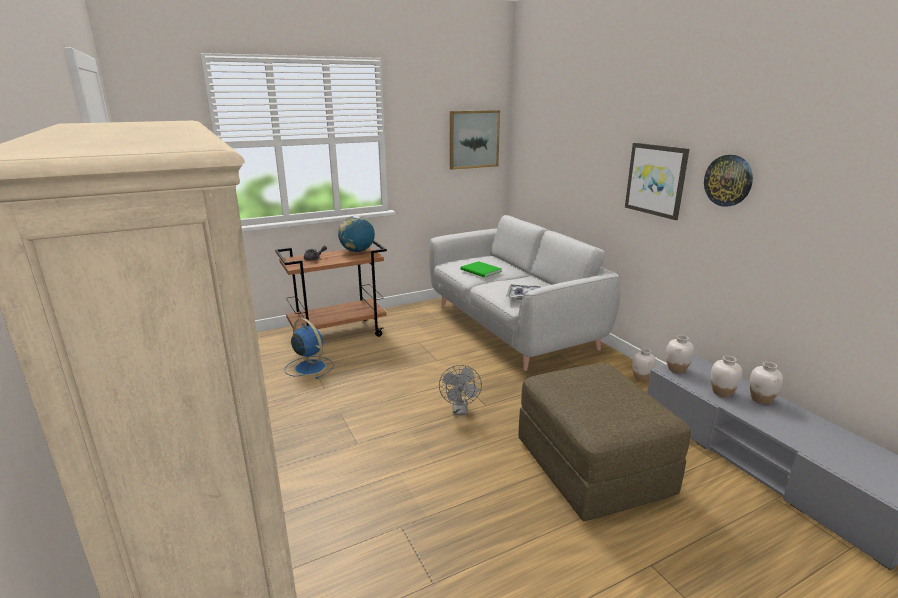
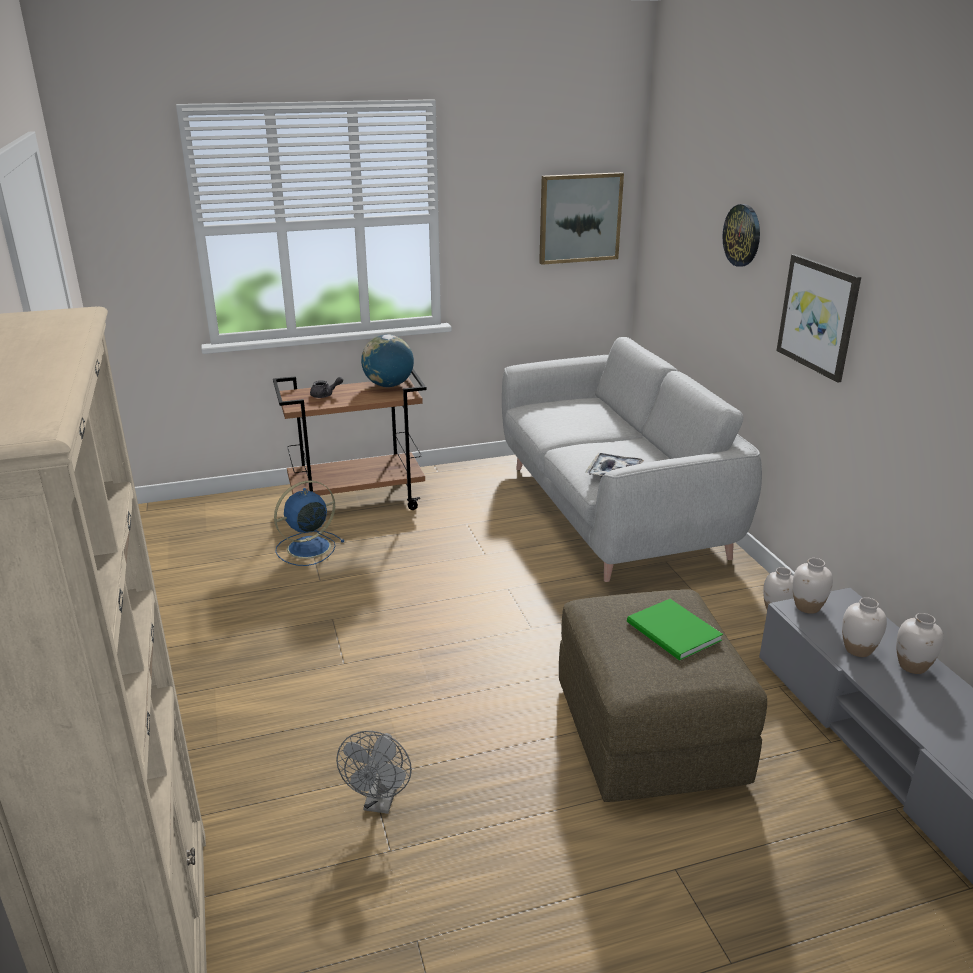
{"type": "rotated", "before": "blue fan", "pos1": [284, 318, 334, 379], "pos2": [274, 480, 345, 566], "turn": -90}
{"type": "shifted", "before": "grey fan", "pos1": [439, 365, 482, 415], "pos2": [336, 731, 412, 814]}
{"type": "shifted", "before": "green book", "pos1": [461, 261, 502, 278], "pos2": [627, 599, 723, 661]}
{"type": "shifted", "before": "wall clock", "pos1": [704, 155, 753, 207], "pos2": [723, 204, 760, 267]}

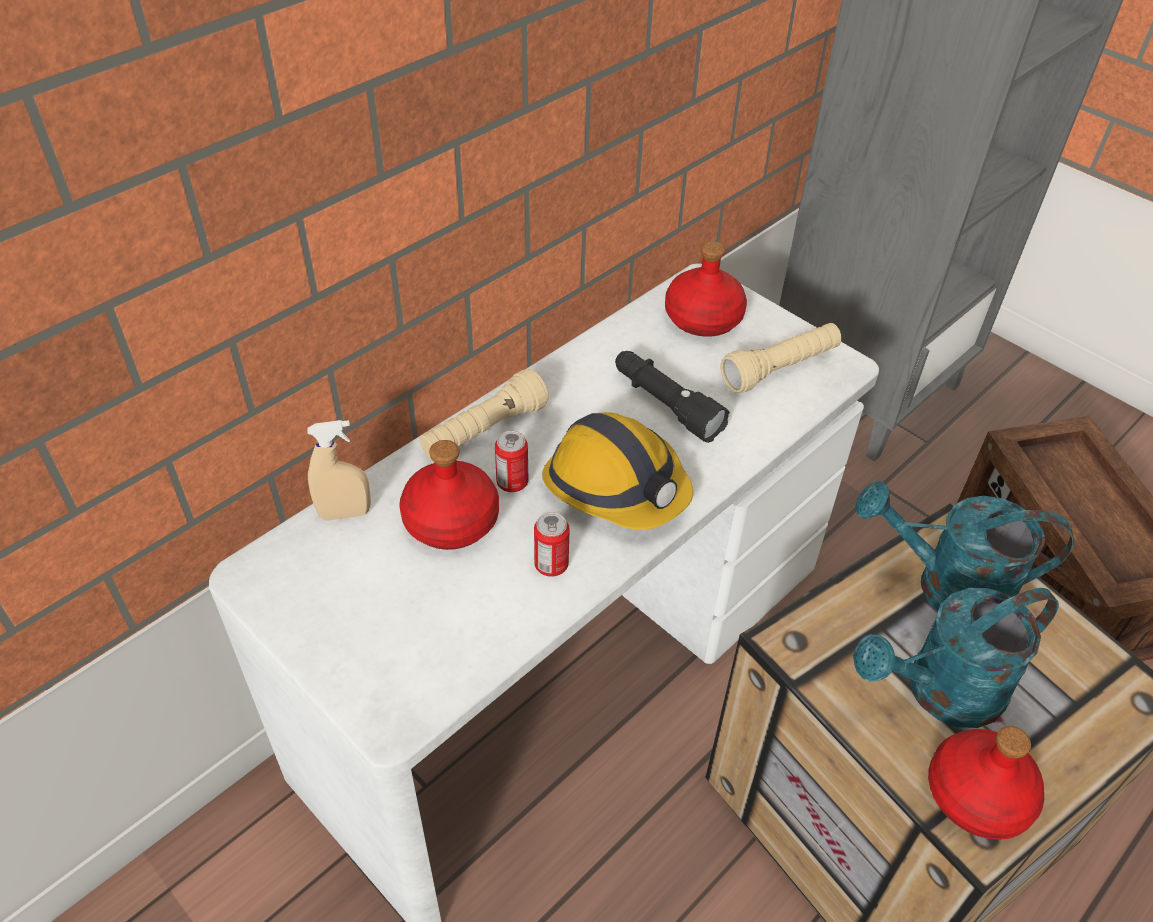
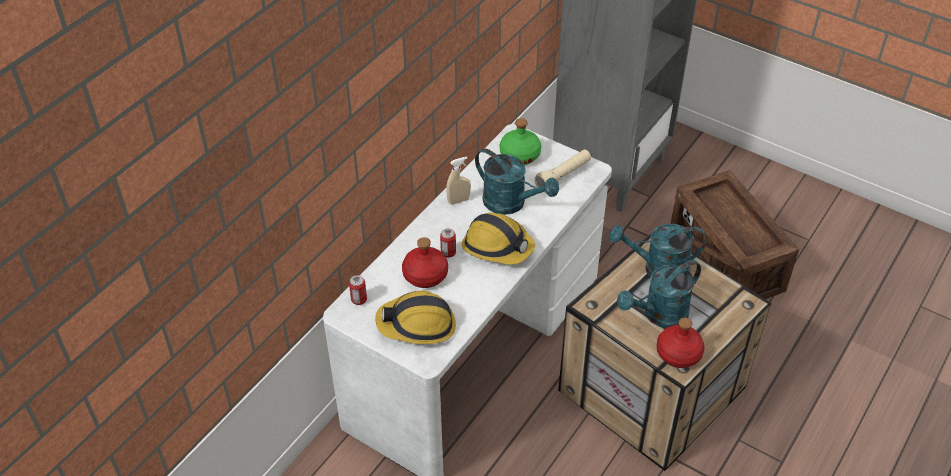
{"type": "shifted", "before": "beige spray bottle", "pos1": [307, 420, 371, 521], "pos2": [446, 157, 471, 205]}
{"type": "gone", "before": "beige flashlight", "pos1": [420, 369, 549, 459]}
{"type": "shifted", "before": "can", "pos1": [534, 512, 570, 577], "pos2": [349, 275, 367, 305]}
{"type": "swapped", "before": "black flashlight", "after": "turquoise watering can", "pos1": [615, 351, 730, 443], "pos2": [475, 149, 559, 215]}
{"type": "repainted", "before": "red bottle", "after": "green bottle", "pos1": [665, 241, 747, 337], "pos2": [500, 118, 541, 165]}
{"type": "new", "after": "hard hat", "pos2": [375, 291, 456, 344]}

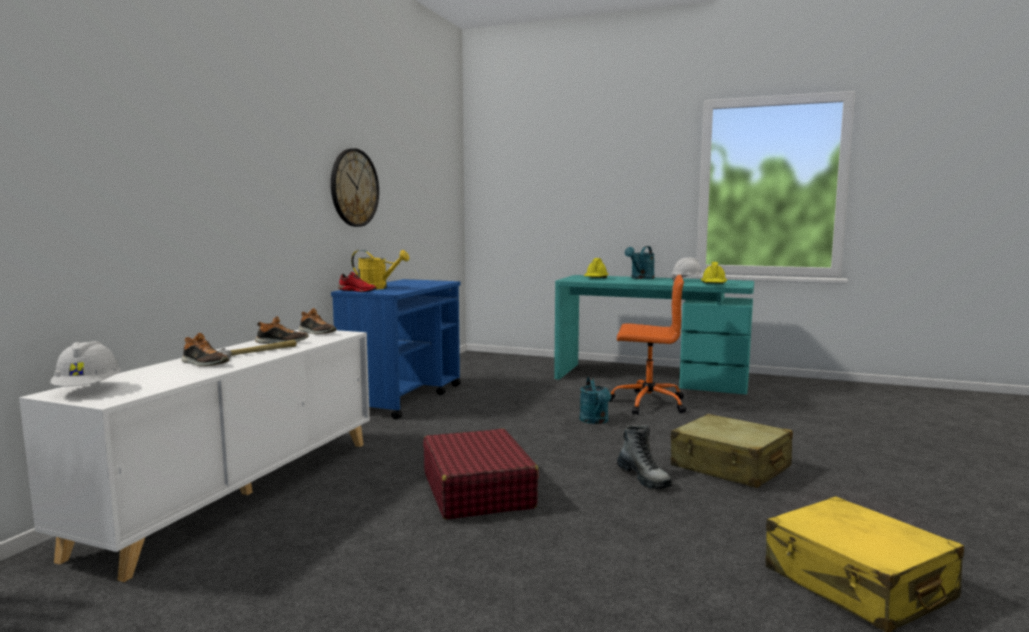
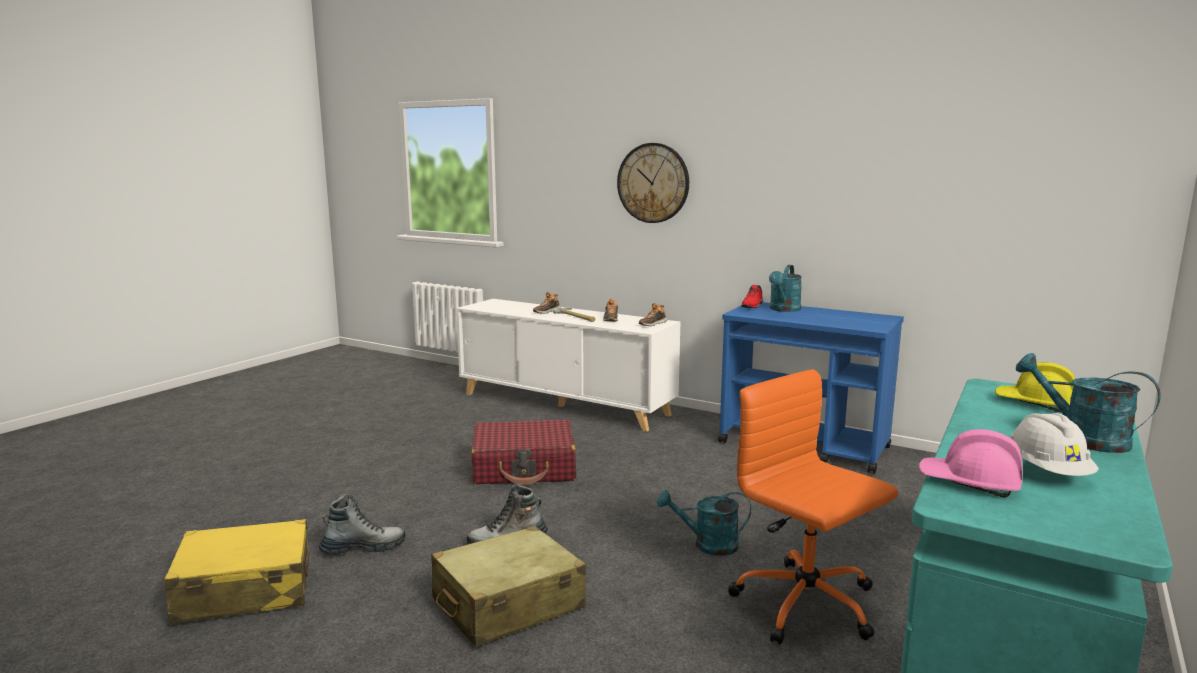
{"type": "gone", "before": "white hard hat", "pos1": [50, 341, 121, 386]}
{"type": "shifted", "before": "wall clock", "pos1": [331, 148, 379, 227], "pos2": [617, 143, 689, 223]}
{"type": "repainted", "before": "yellow watering can", "after": "turquoise watering can", "pos1": [351, 250, 410, 289], "pos2": [769, 265, 802, 312]}
{"type": "rotated", "before": "orange office chair", "pos1": [609, 275, 686, 415], "pos2": [728, 369, 898, 644], "turn": 120}
{"type": "repainted", "before": "yellow hard hat", "after": "pink hard hat", "pos1": [701, 262, 727, 284], "pos2": [919, 429, 1023, 498]}
{"type": "new", "after": "boot", "pos2": [319, 494, 406, 555]}

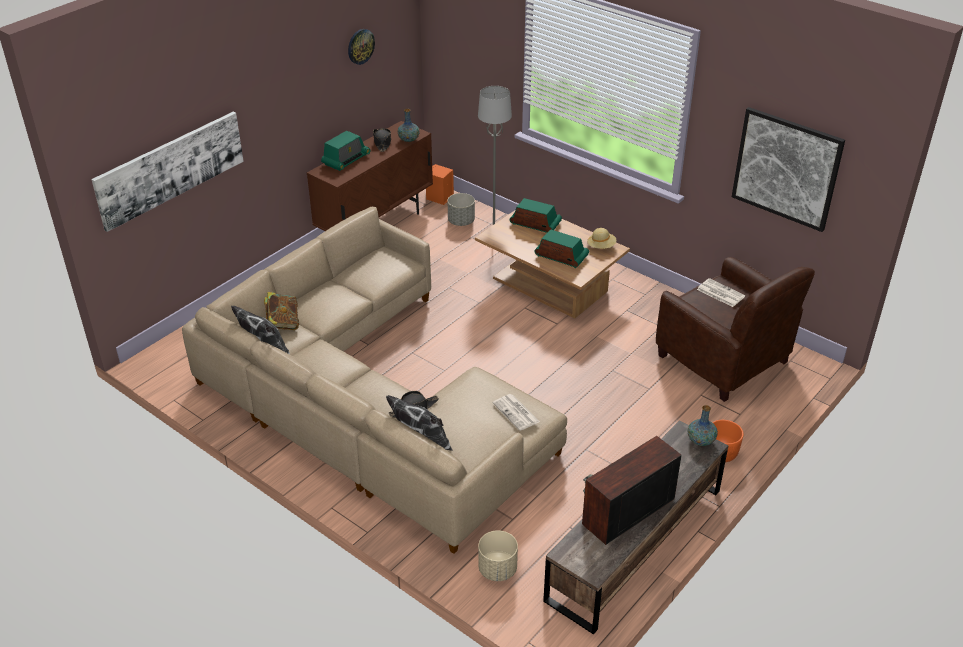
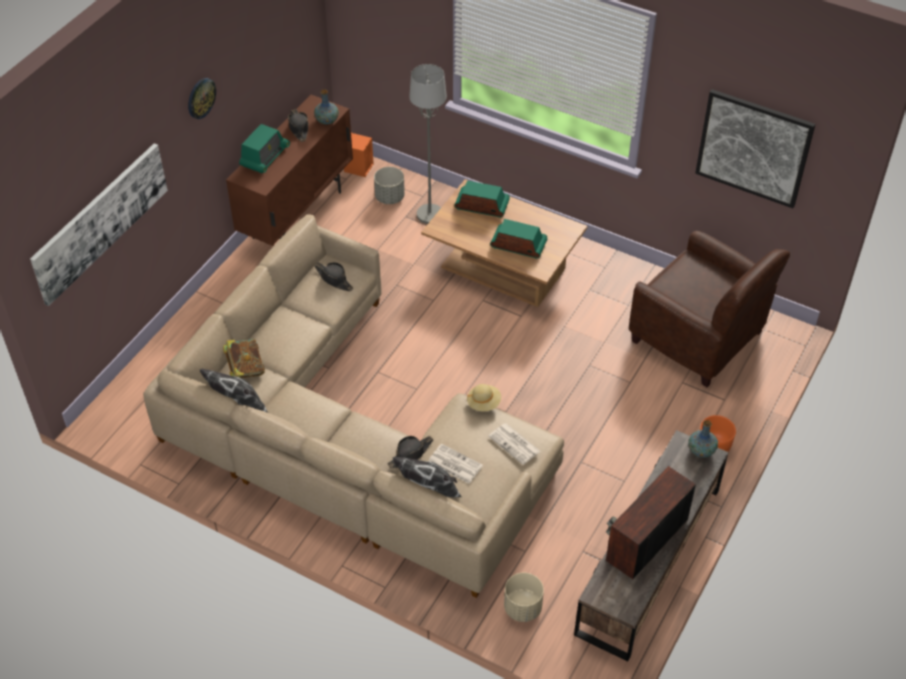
{"type": "shifted", "before": "wall clock", "pos1": [348, 29, 375, 65], "pos2": [188, 78, 216, 119]}
{"type": "shifted", "before": "beige hat", "pos1": [587, 228, 616, 249], "pos2": [467, 384, 501, 411]}
{"type": "shifted", "before": "newspaper", "pos1": [697, 278, 745, 307], "pos2": [428, 444, 483, 484]}
{"type": "new", "after": "black hat", "pos2": [314, 262, 353, 291]}

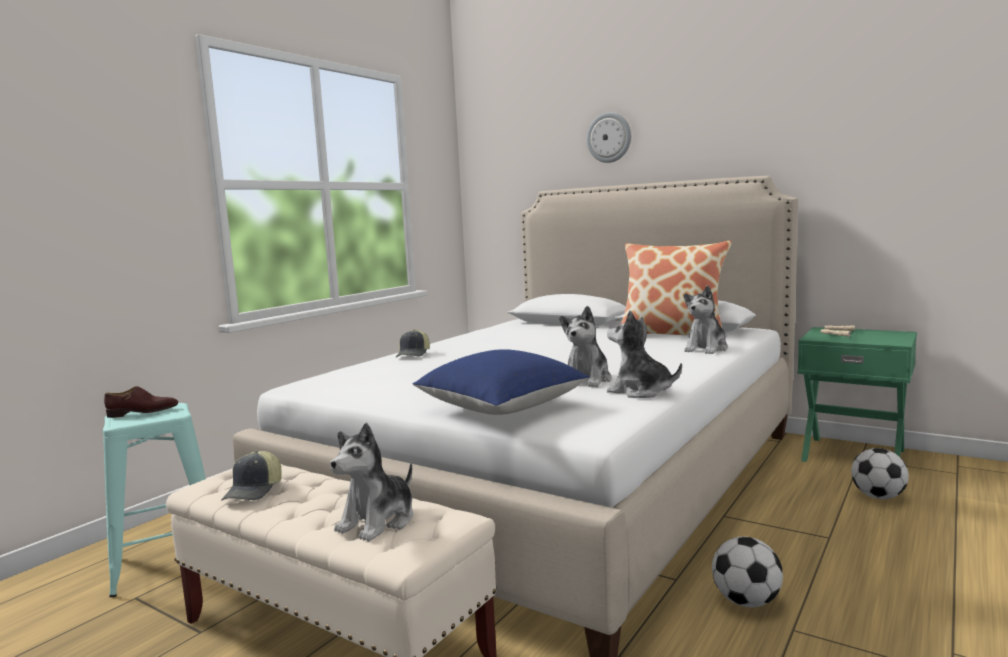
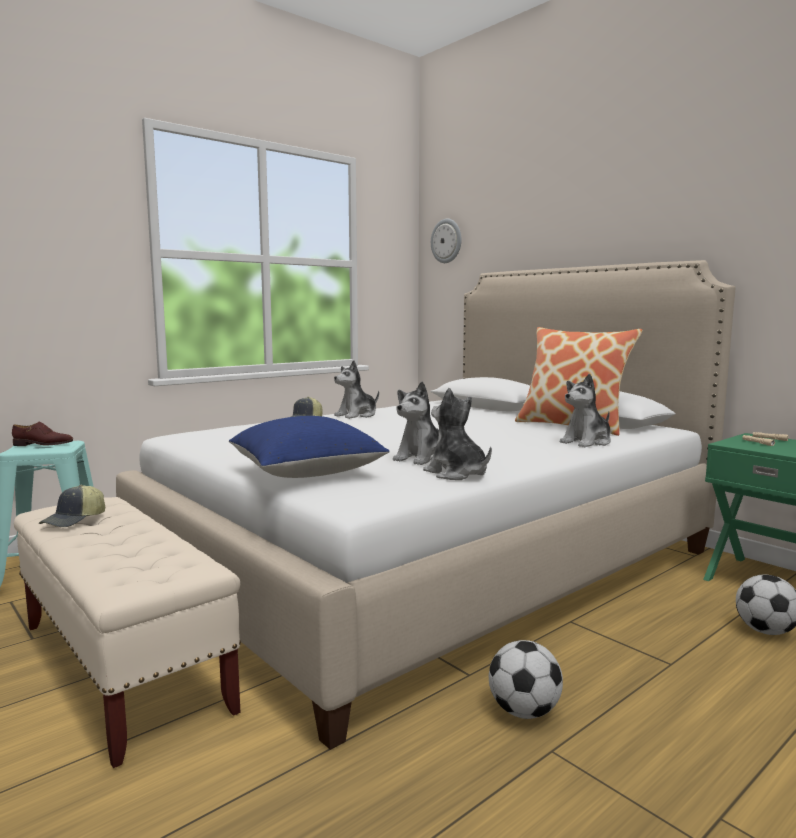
{"type": "shifted", "before": "plush toy", "pos1": [330, 423, 413, 542], "pos2": [334, 360, 379, 419]}
{"type": "shifted", "before": "wall clock", "pos1": [587, 112, 631, 163], "pos2": [431, 219, 461, 263]}

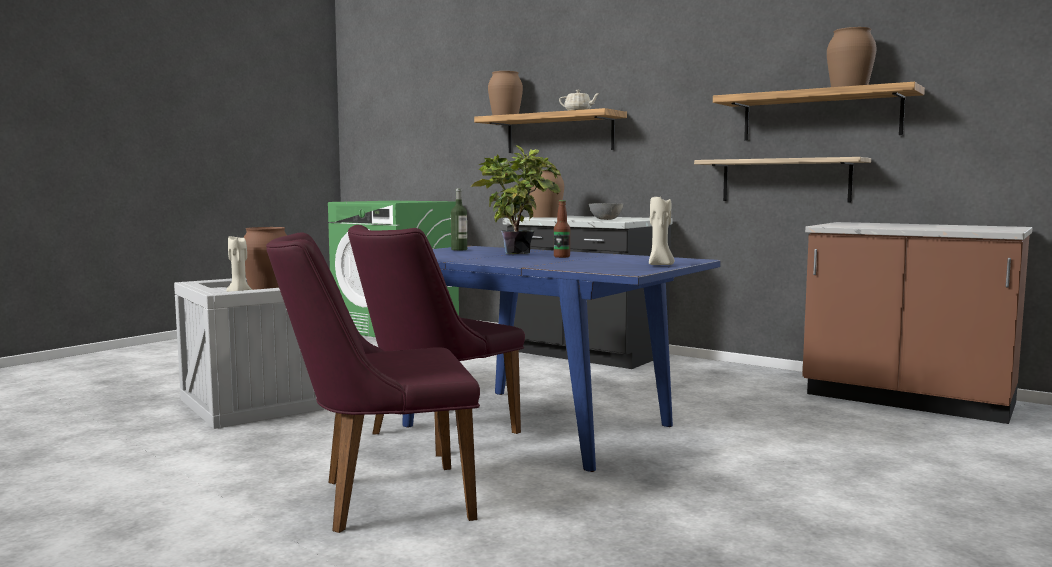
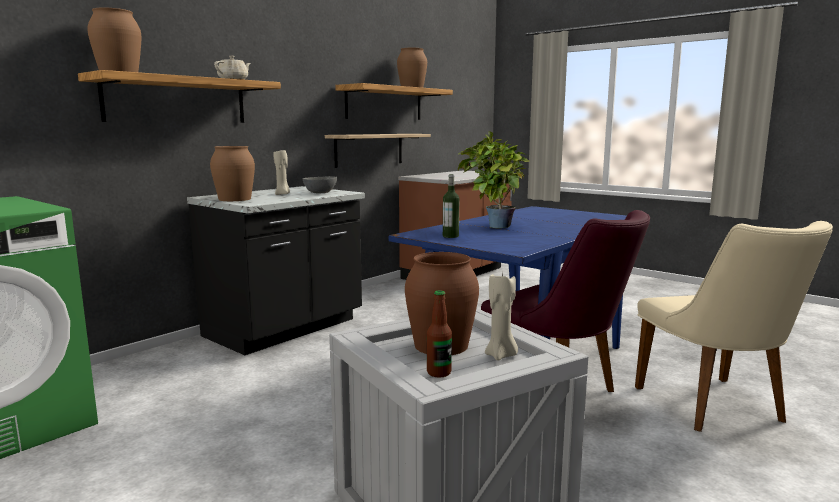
{"type": "repainted", "before": "purple chair", "after": "beige chair", "pos1": [266, 233, 480, 533], "pos2": [635, 221, 833, 432]}
{"type": "shifted", "before": "bottle", "pos1": [554, 200, 570, 258], "pos2": [427, 290, 452, 377]}
{"type": "shifted", "before": "beige candle", "pos1": [649, 197, 674, 265], "pos2": [273, 150, 290, 195]}

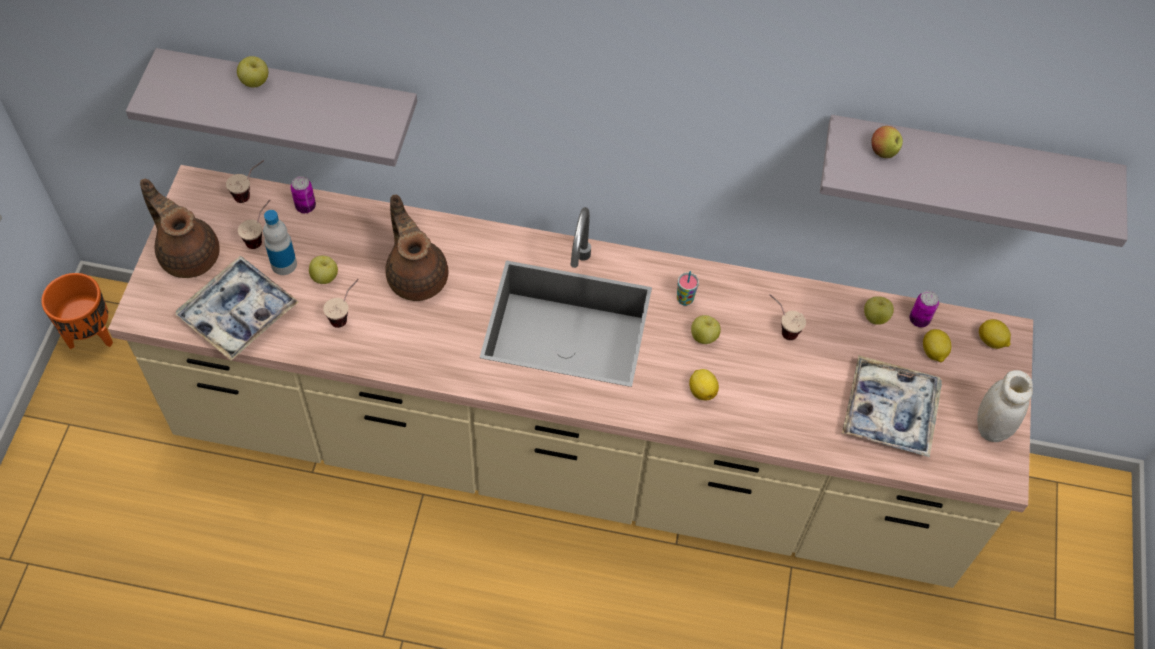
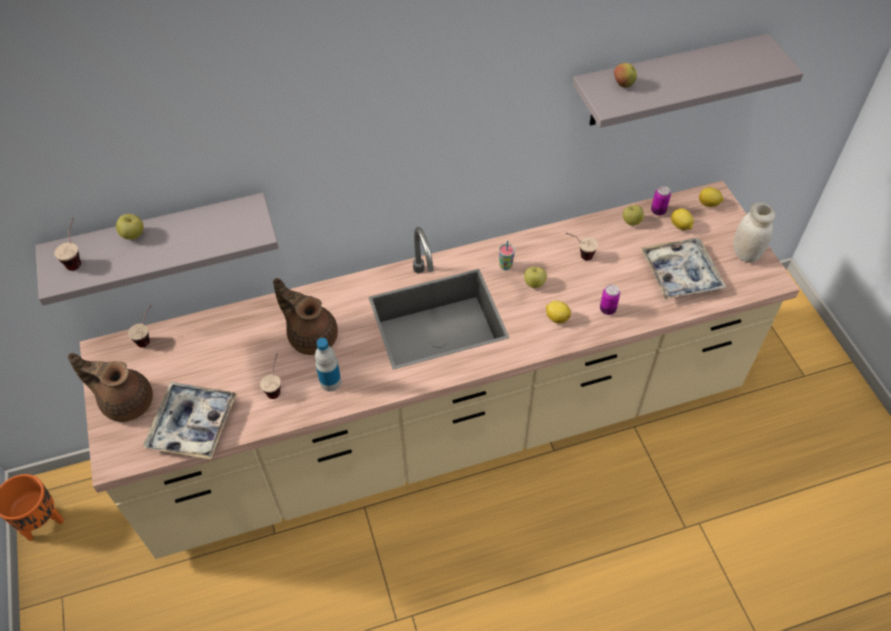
{"type": "shifted", "before": "cup", "pos1": [238, 200, 270, 249], "pos2": [54, 218, 81, 271]}
{"type": "shifted", "before": "bottle", "pos1": [263, 210, 297, 275], "pos2": [315, 338, 341, 392]}
{"type": "shifted", "before": "can", "pos1": [291, 176, 316, 213], "pos2": [600, 284, 620, 315]}
{"type": "gone", "before": "apple", "pos1": [309, 255, 338, 284]}

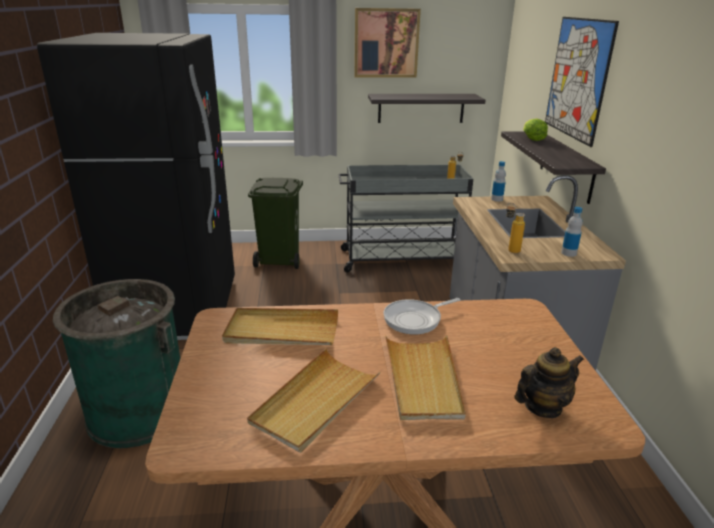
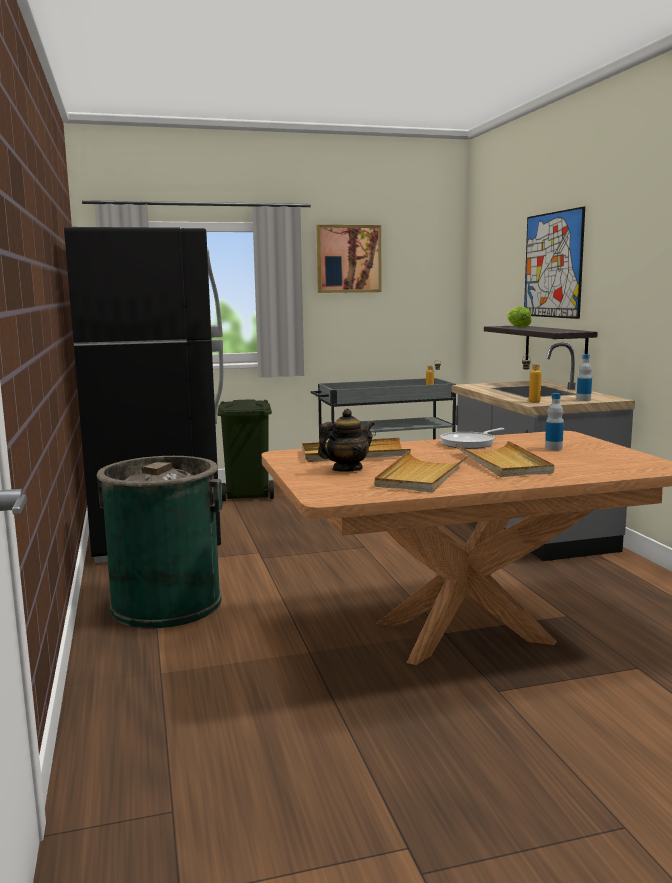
{"type": "gone", "before": "shelf", "pos1": [368, 94, 485, 123]}
{"type": "shifted", "before": "bottle", "pos1": [491, 161, 506, 202], "pos2": [545, 393, 564, 450]}
{"type": "shifted", "before": "teapot", "pos1": [514, 347, 584, 418], "pos2": [318, 409, 375, 472]}

